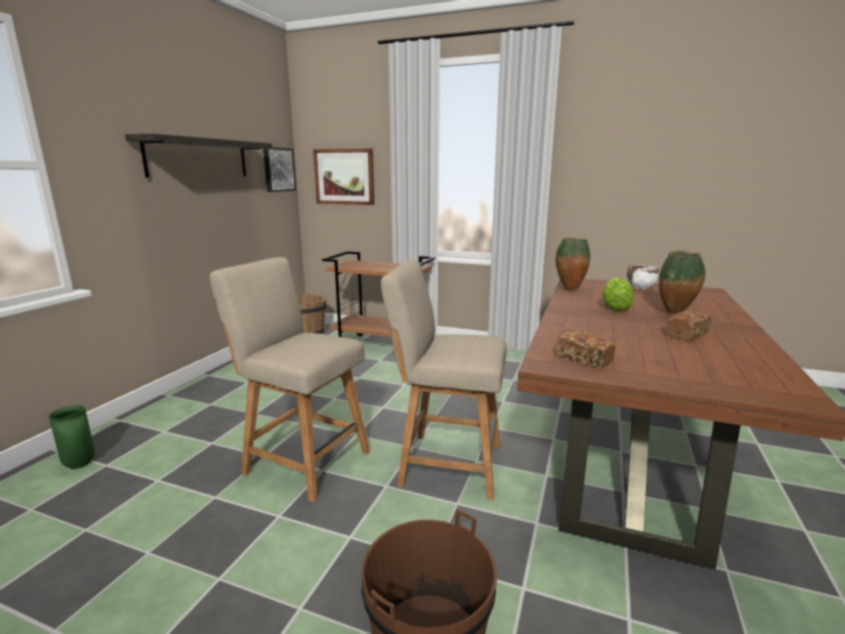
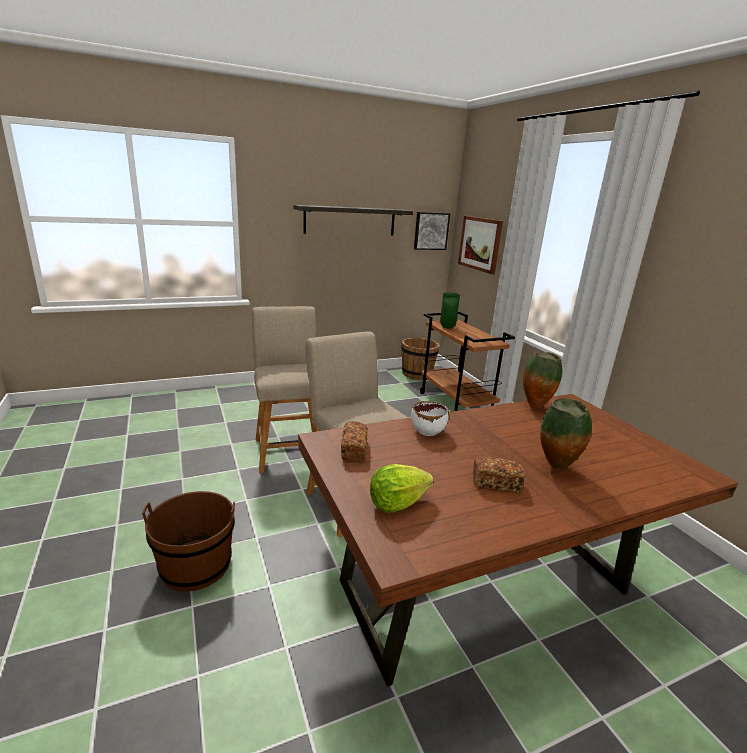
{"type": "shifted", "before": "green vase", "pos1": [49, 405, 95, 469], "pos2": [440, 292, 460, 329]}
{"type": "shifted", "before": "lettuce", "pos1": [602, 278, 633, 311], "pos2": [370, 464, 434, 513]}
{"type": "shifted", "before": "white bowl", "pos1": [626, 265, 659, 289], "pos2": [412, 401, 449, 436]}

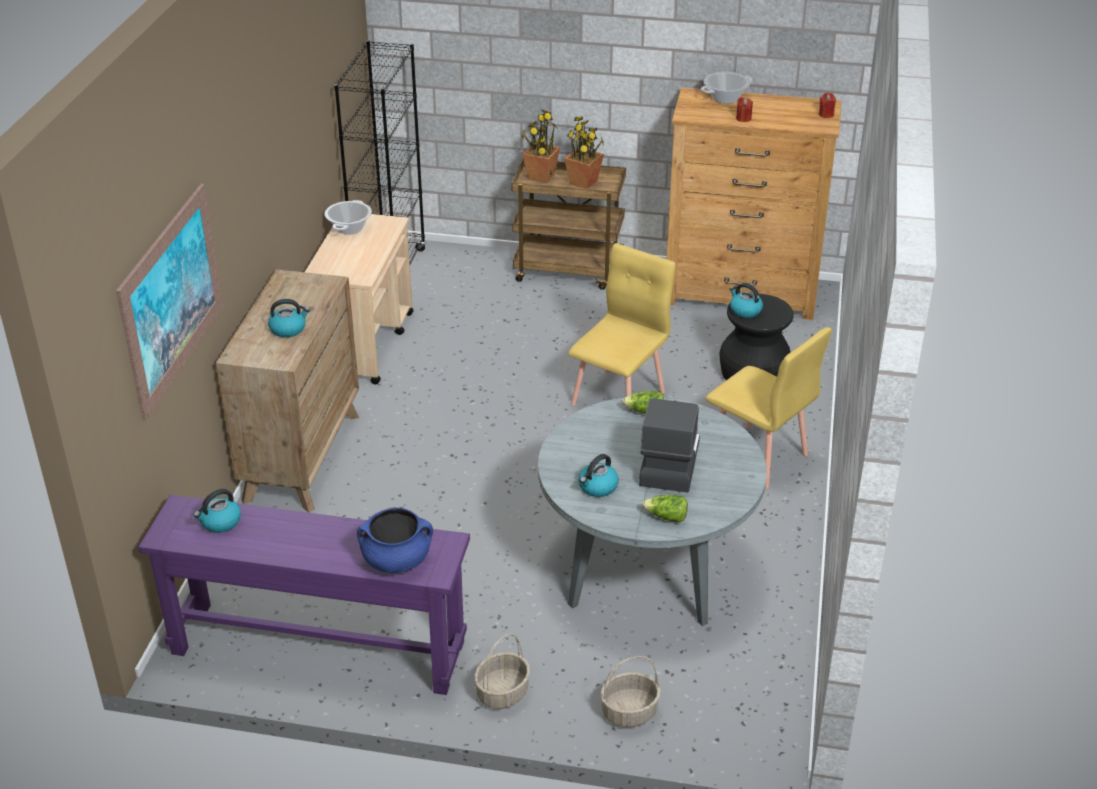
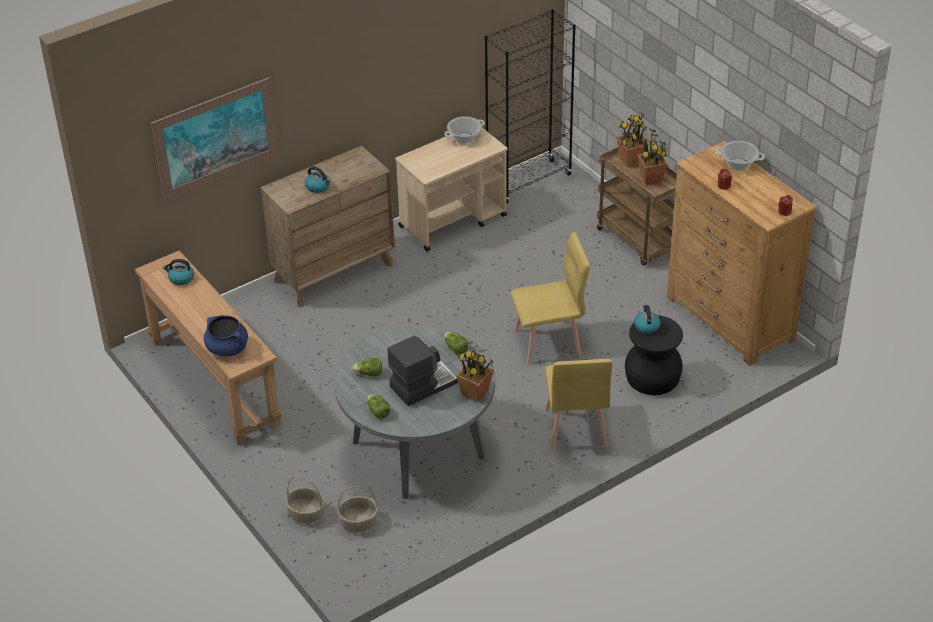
{"type": "repainted", "before": "purple console table", "after": "brown console table", "pos1": [138, 495, 470, 695], "pos2": [135, 250, 282, 445]}
{"type": "shifted", "before": "basket", "pos1": [474, 633, 530, 709], "pos2": [337, 486, 379, 532]}
{"type": "swapped", "before": "kettle", "after": "lettuce", "pos1": [578, 454, 619, 497], "pos2": [351, 358, 382, 376]}
{"type": "new", "after": "potted plant", "pos2": [456, 342, 494, 402]}

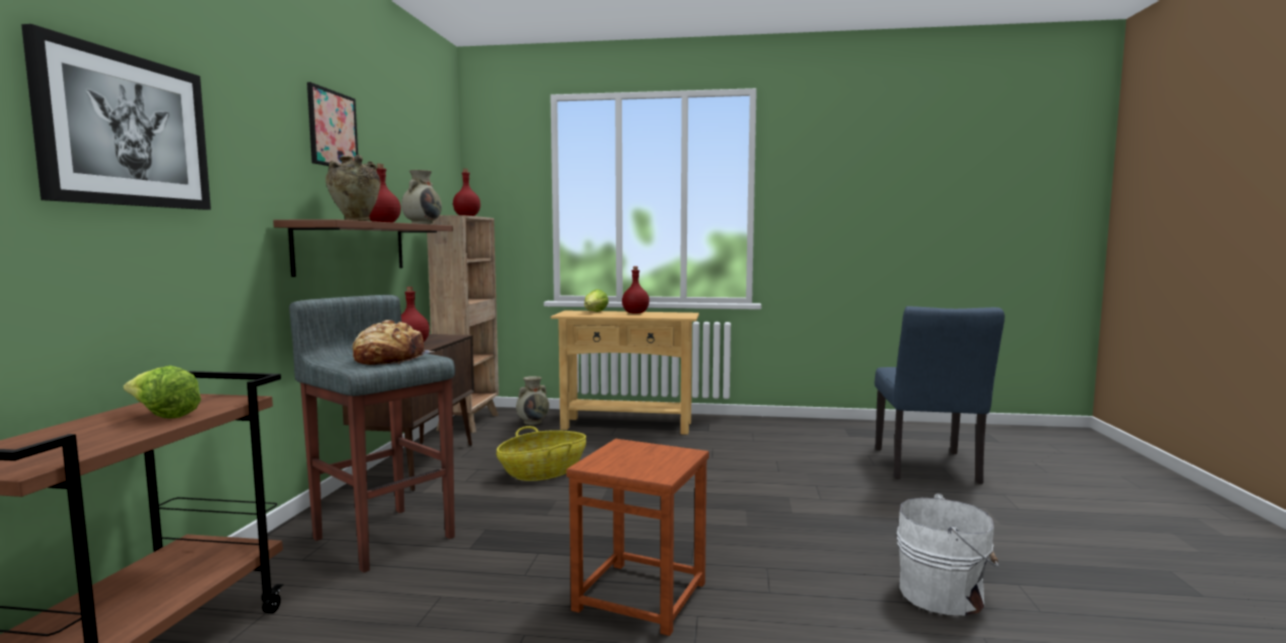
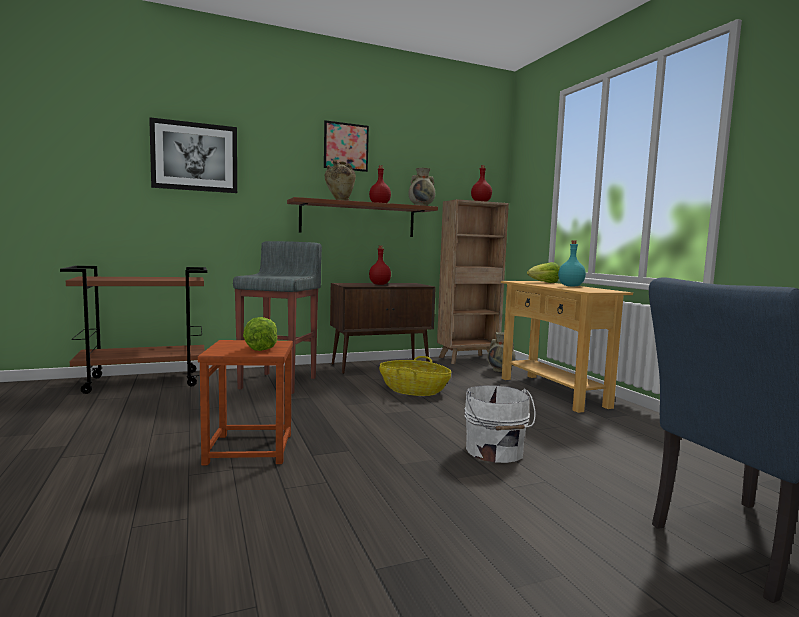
{"type": "shifted", "before": "lettuce", "pos1": [123, 366, 201, 419], "pos2": [243, 317, 278, 351]}
{"type": "gone", "before": "bread", "pos1": [353, 320, 434, 365]}
{"type": "repainted", "before": "red bottle", "after": "turquoise bottle", "pos1": [622, 266, 649, 314], "pos2": [558, 240, 586, 287]}
{"type": "shifted", "before": "white bucket", "pos1": [897, 494, 999, 615], "pos2": [464, 385, 536, 463]}

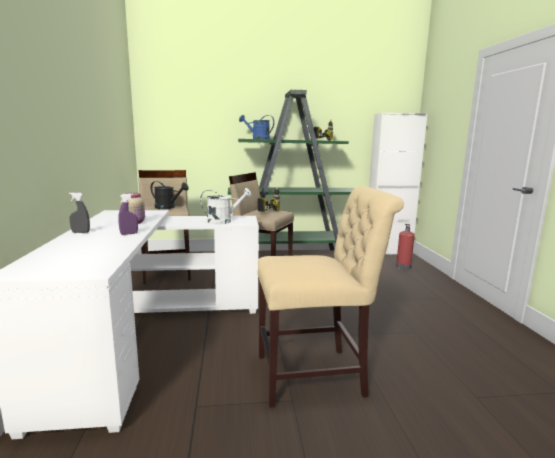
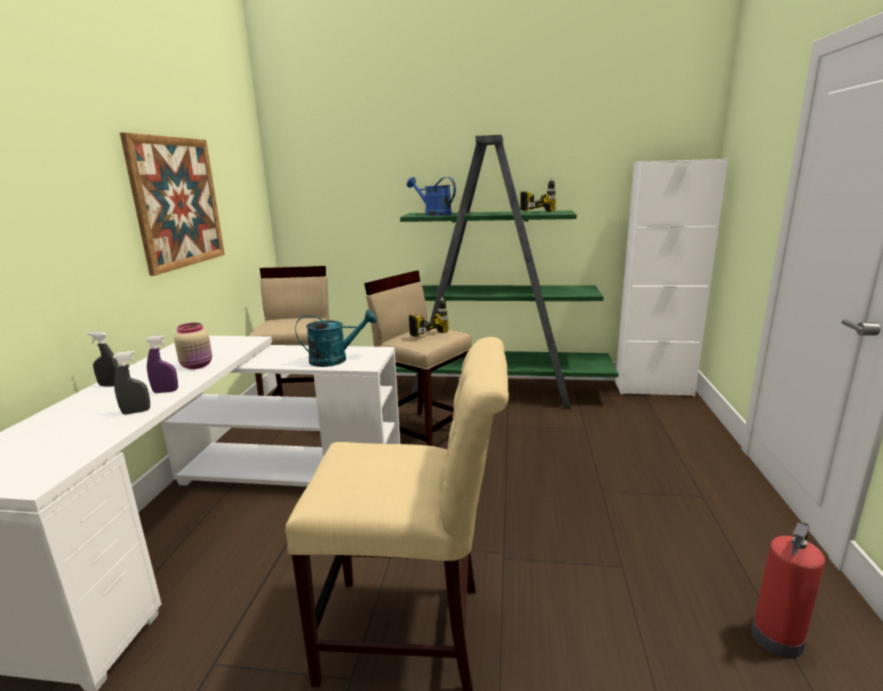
{"type": "gone", "before": "black watering can", "pos1": [151, 181, 189, 209]}
{"type": "repainted", "before": "white watering can", "after": "turquoise watering can", "pos1": [200, 188, 252, 224], "pos2": [295, 309, 377, 367]}
{"type": "shifted", "before": "fire extinguisher", "pos1": [396, 224, 415, 270], "pos2": [751, 523, 825, 658]}
{"type": "new", "after": "grey spray bottle", "pos2": [113, 351, 150, 415]}
{"type": "new", "after": "picture", "pos2": [120, 133, 225, 276]}

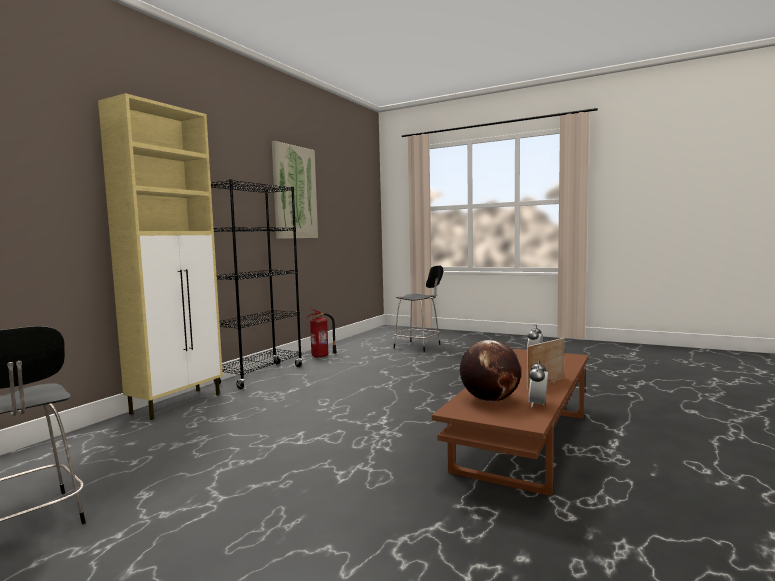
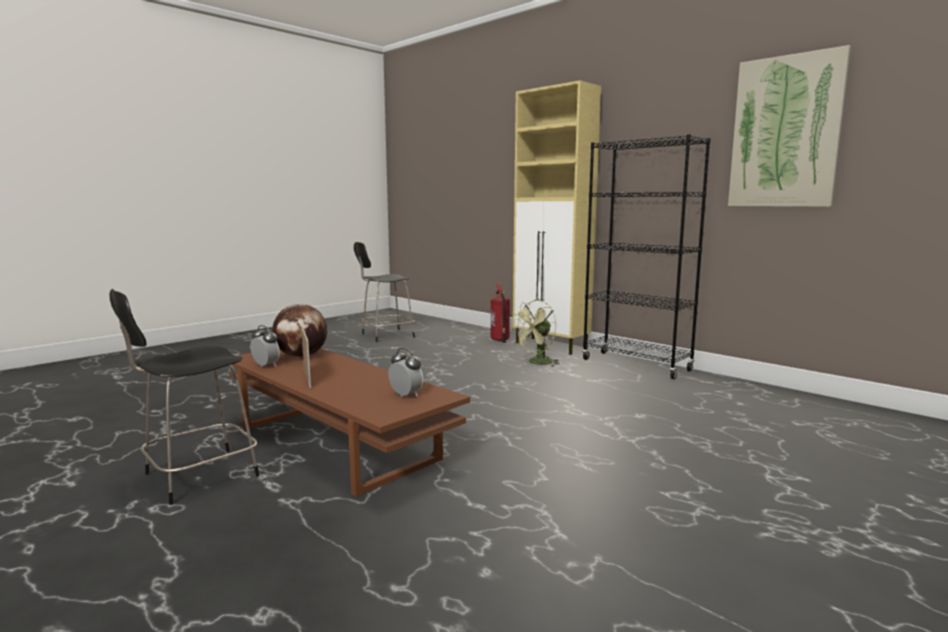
{"type": "shifted", "before": "fire extinguisher", "pos1": [307, 308, 337, 358], "pos2": [491, 284, 510, 343]}
{"type": "shifted", "before": "black chair", "pos1": [394, 266, 443, 352], "pos2": [109, 289, 259, 505]}
{"type": "new", "after": "green fan", "pos2": [511, 300, 560, 367]}

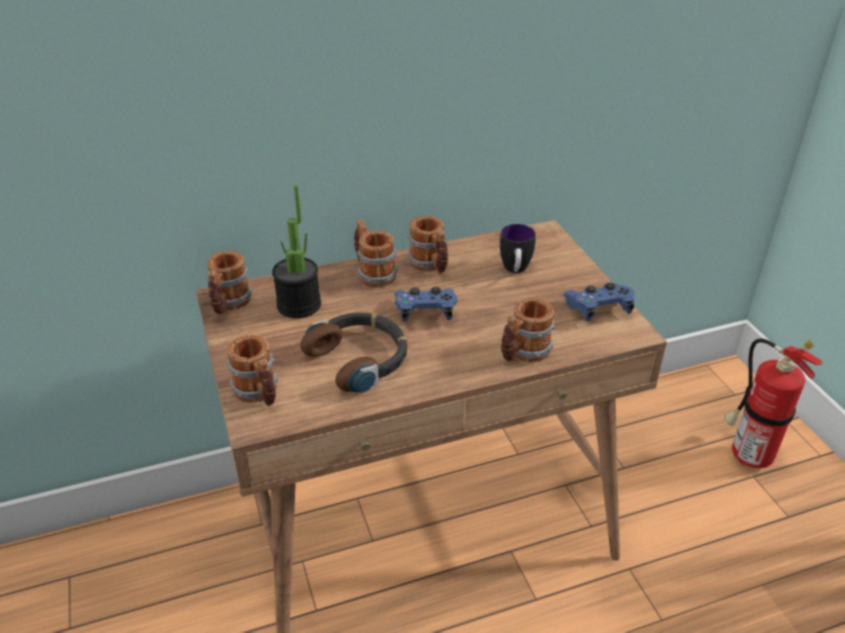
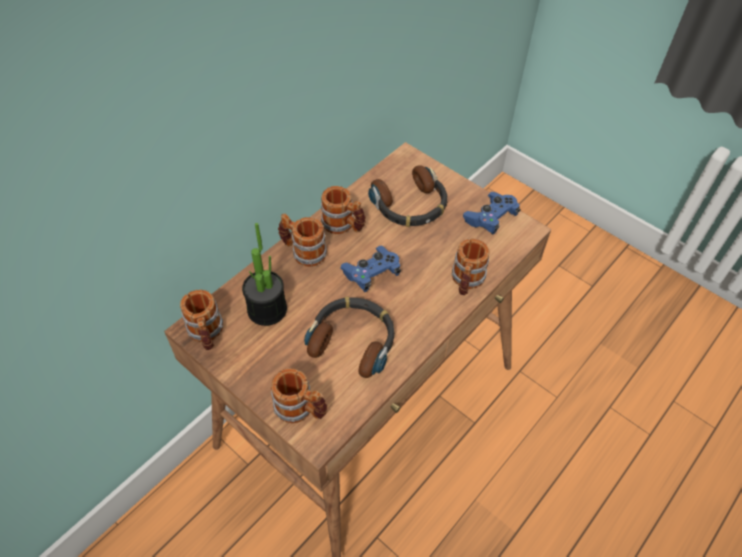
{"type": "swapped", "before": "mug", "after": "headphones", "pos1": [500, 224, 536, 273], "pos2": [368, 165, 447, 227]}
{"type": "gone", "before": "fire extinguisher", "pos1": [724, 339, 822, 468]}

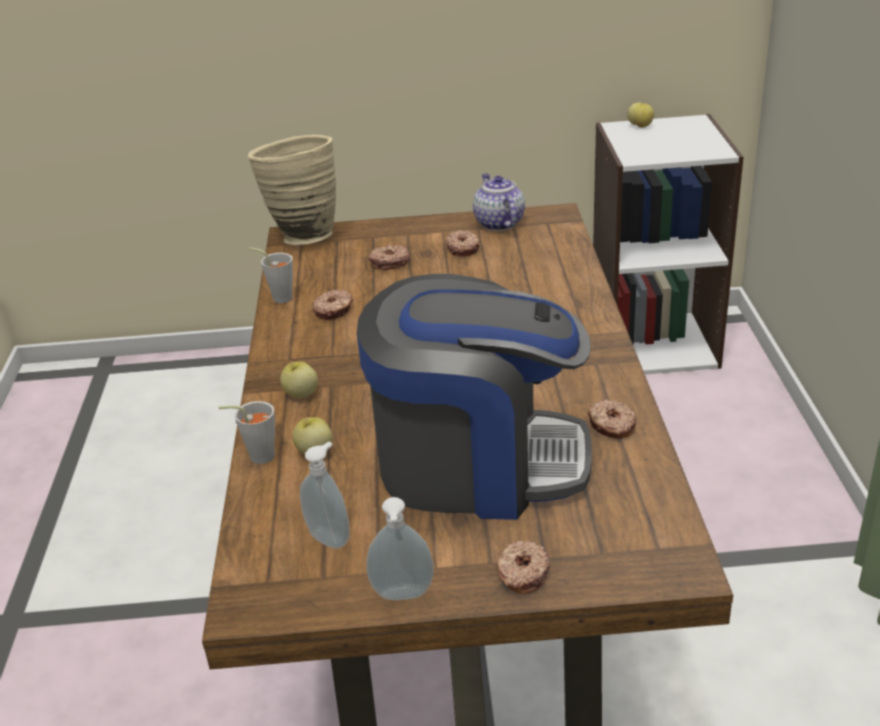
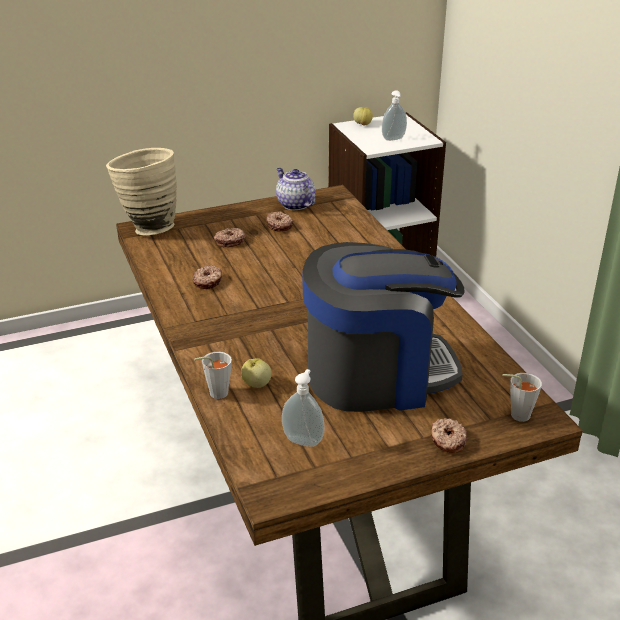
{"type": "shifted", "before": "grey cup", "pos1": [249, 248, 293, 303], "pos2": [503, 373, 542, 422]}
{"type": "gone", "before": "apple", "pos1": [280, 362, 318, 398]}
{"type": "shifted", "before": "soap dispenser", "pos1": [366, 497, 434, 600], "pos2": [382, 91, 407, 141]}
{"type": "gone", "before": "donut", "pos1": [588, 400, 636, 439]}

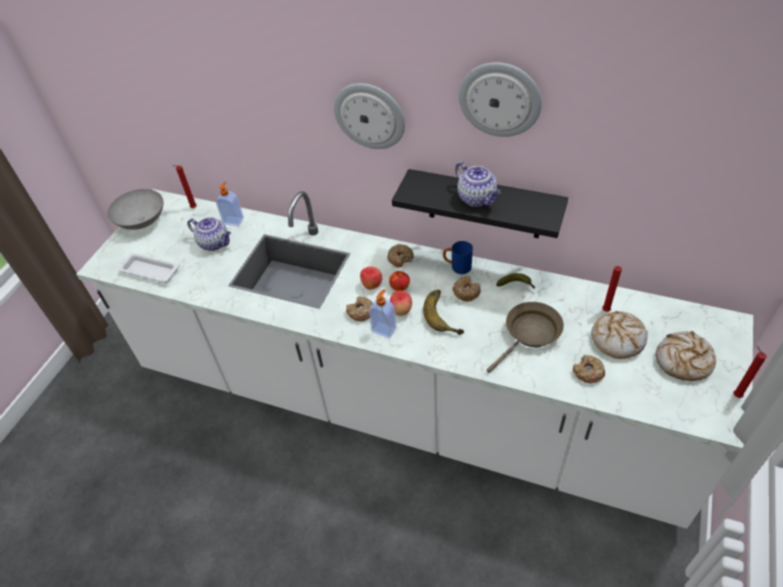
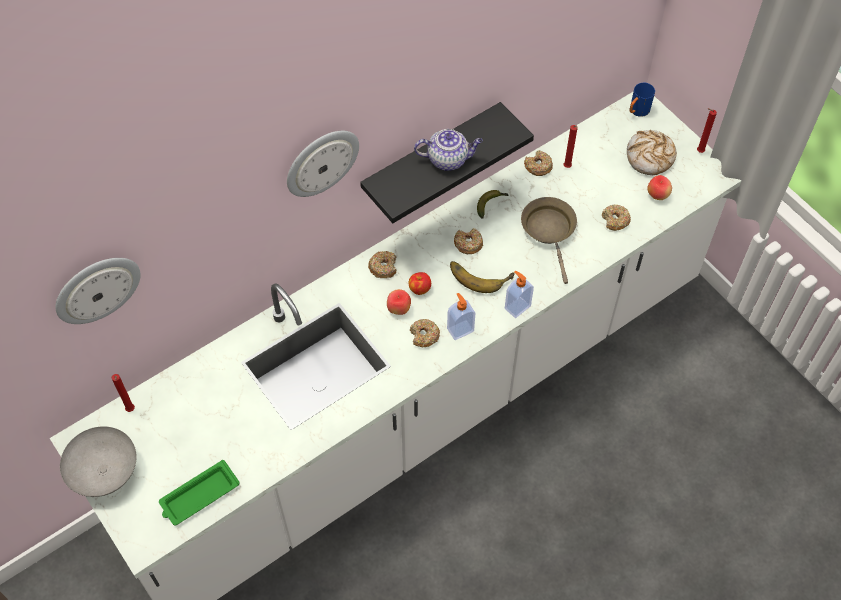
{"type": "repainted", "before": "white tray", "after": "green tray", "pos1": [118, 253, 180, 283], "pos2": [159, 460, 240, 525]}
{"type": "gone", "before": "teapot", "pos1": [187, 217, 231, 251]}
{"type": "shifted", "before": "soap dispenser", "pos1": [216, 182, 244, 226], "pos2": [505, 271, 534, 318]}
{"type": "shifted", "before": "apple", "pos1": [390, 290, 412, 316], "pos2": [647, 175, 672, 200]}
{"type": "shifted", "before": "blue mug", "pos1": [443, 241, 473, 274], "pos2": [629, 83, 655, 117]}
{"type": "shifted", "before": "wall clock", "pos1": [459, 62, 542, 137], "pos2": [55, 258, 141, 324]}
{"type": "gone", "before": "bread", "pos1": [591, 311, 648, 359]}
{"type": "new", "after": "donut", "pos2": [524, 150, 553, 176]}

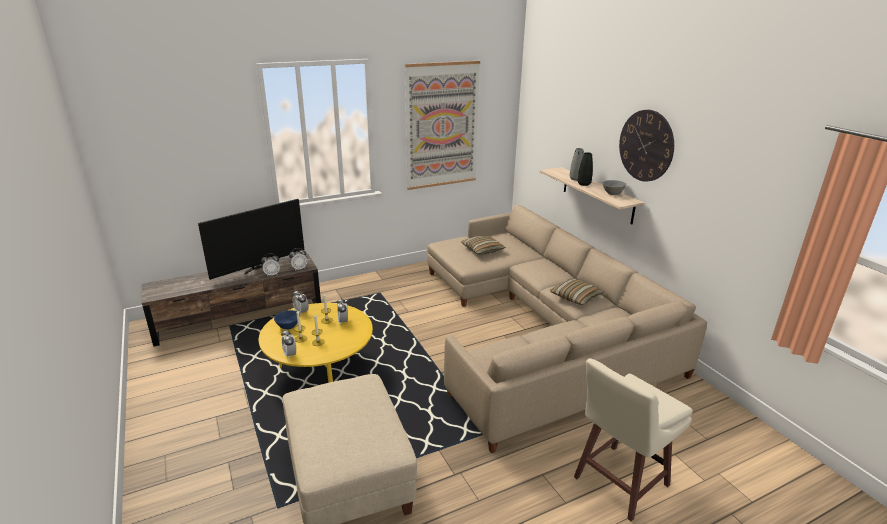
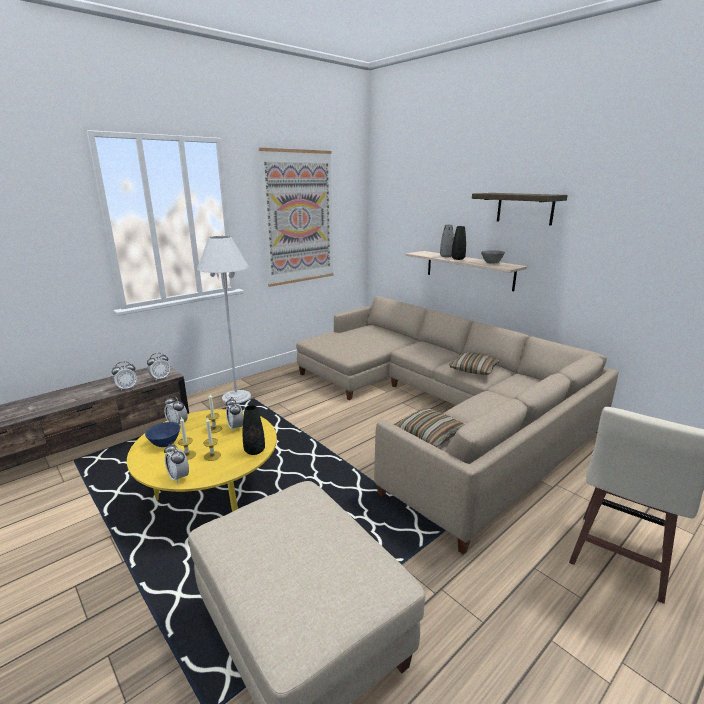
{"type": "gone", "before": "television", "pos1": [198, 199, 304, 280]}
{"type": "shifted", "before": "pillow", "pos1": [461, 236, 506, 255], "pos2": [394, 408, 465, 447]}
{"type": "swapped", "before": "wall clock", "after": "shelf", "pos1": [619, 110, 674, 182], "pos2": [472, 193, 568, 226]}
{"type": "new", "after": "white floor lamp", "pos2": [197, 236, 251, 404]}
{"type": "new", "after": "black vase", "pos2": [243, 405, 265, 455]}

